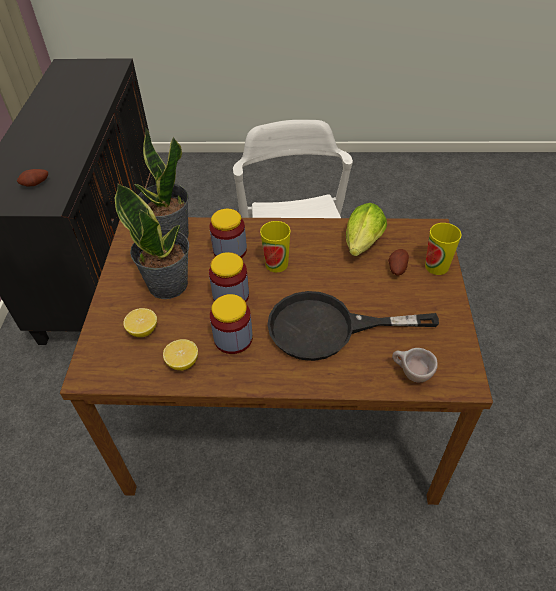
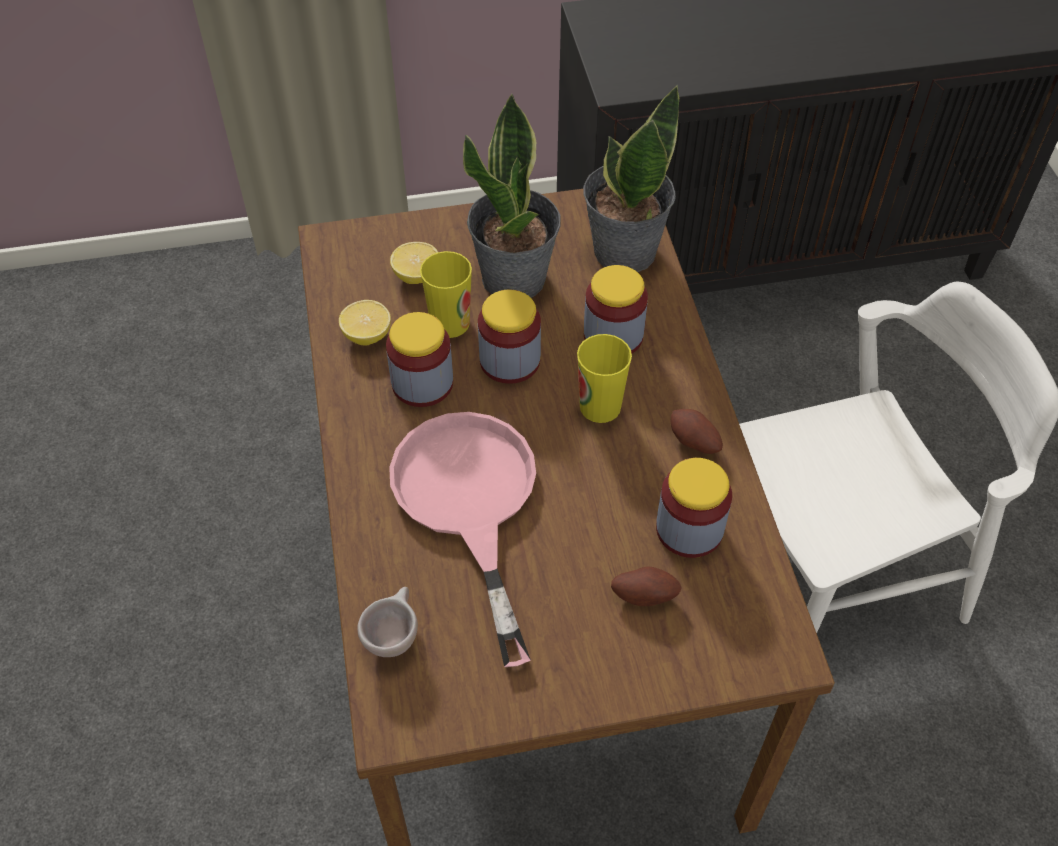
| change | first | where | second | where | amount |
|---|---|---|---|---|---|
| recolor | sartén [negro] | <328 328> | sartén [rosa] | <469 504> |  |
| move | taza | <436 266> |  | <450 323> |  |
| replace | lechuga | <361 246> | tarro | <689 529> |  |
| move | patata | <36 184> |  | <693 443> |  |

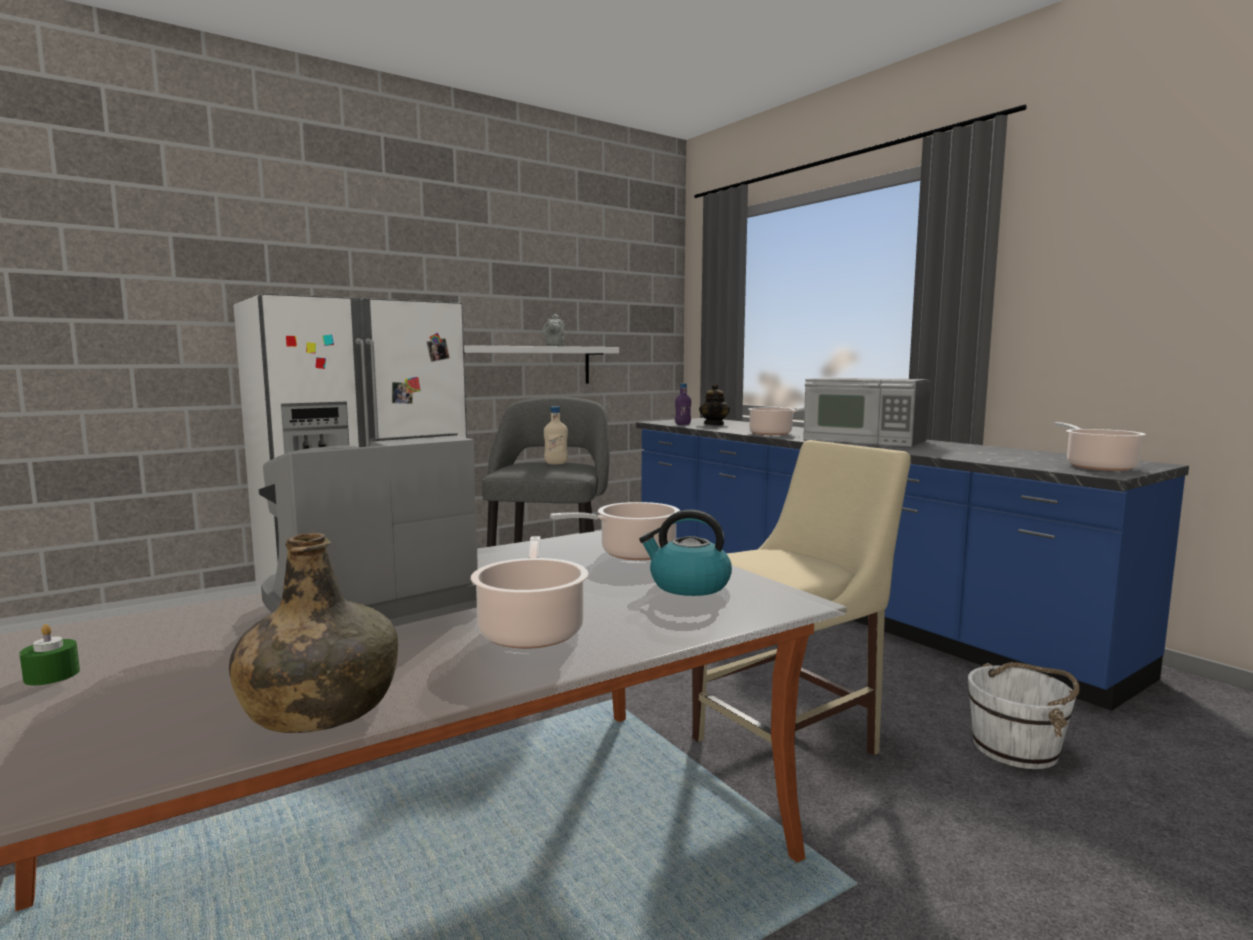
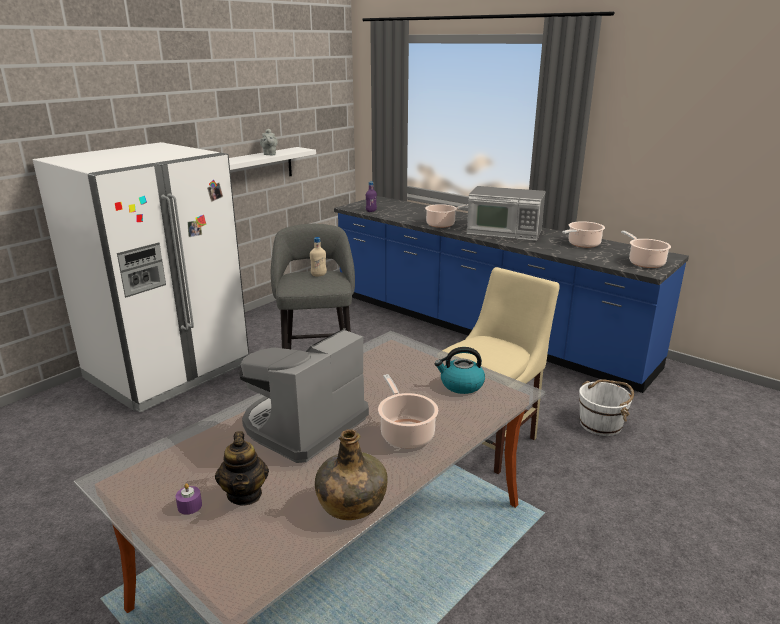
| change | first | where | second | where | amount |
|---|---|---|---|---|---|
| recolor | vela [verde] | <52 675> | vela [morado] | <189 506> |  |
| move | tetera | <714 424> |  | <245 494> |  |
| move | olla | <633 553> |  | <582 244> |  |

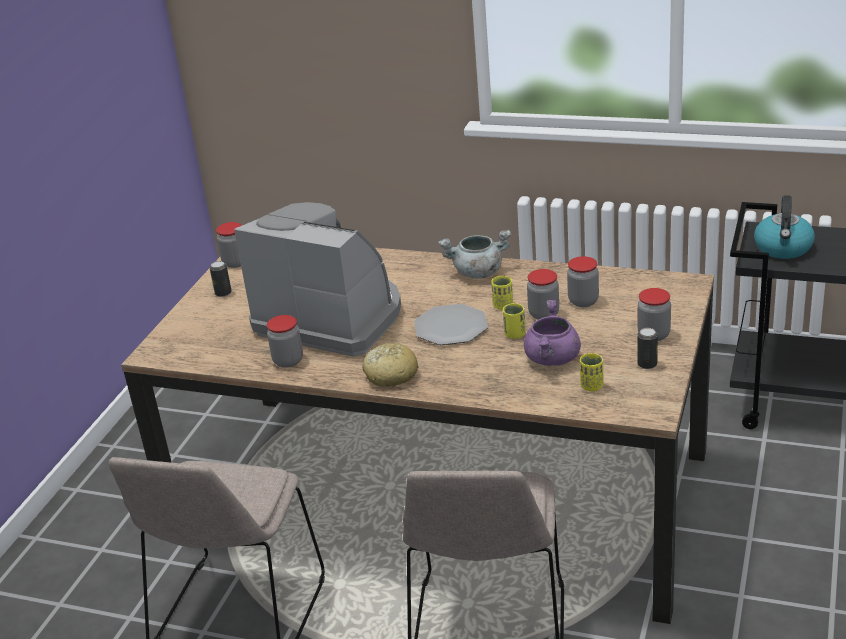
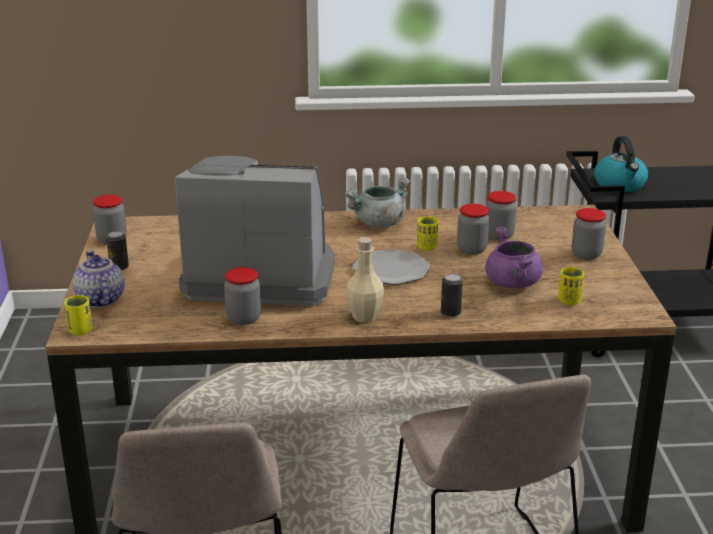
| change | first | where | second | where | amount |
|---|---|---|---|---|---|
| move | taza [amarillo] | <515 334> |  | <80 331> |  |
| insert |  |  | tetera | <99 300> |  |
| replace | pan | <390 374> | botella [beis] | <364 316> |  |
| move | lata | <647 364> |  | <450 313> |  |

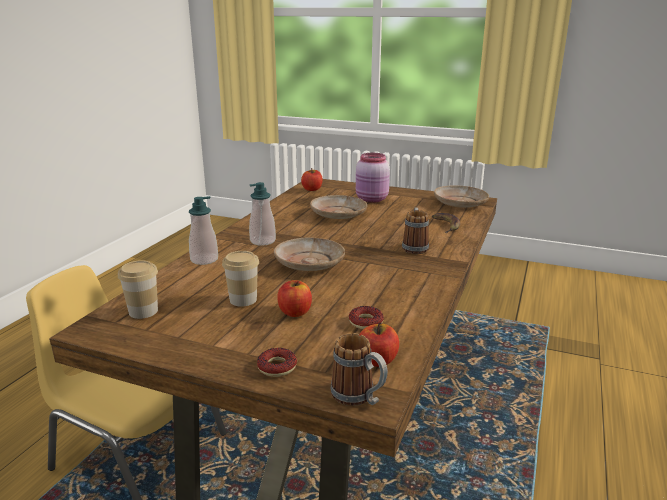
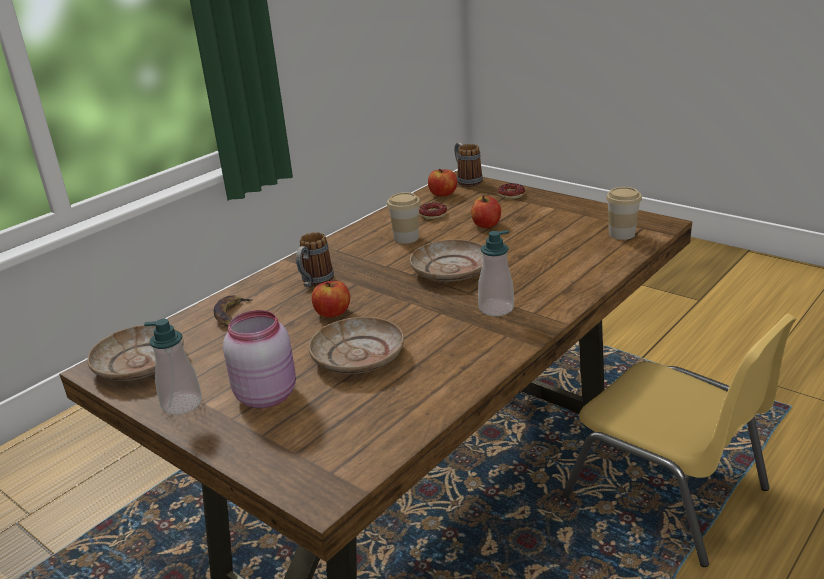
| change | first | where | second | where | amount |
|---|---|---|---|---|---|
| move | dispensador de jabón | <204 260> |  | <182 404> |  |
| move | manzana | <312 189> |  | <332 313> |  |
| move | taza | <243 300> |  | <406 238> |  |

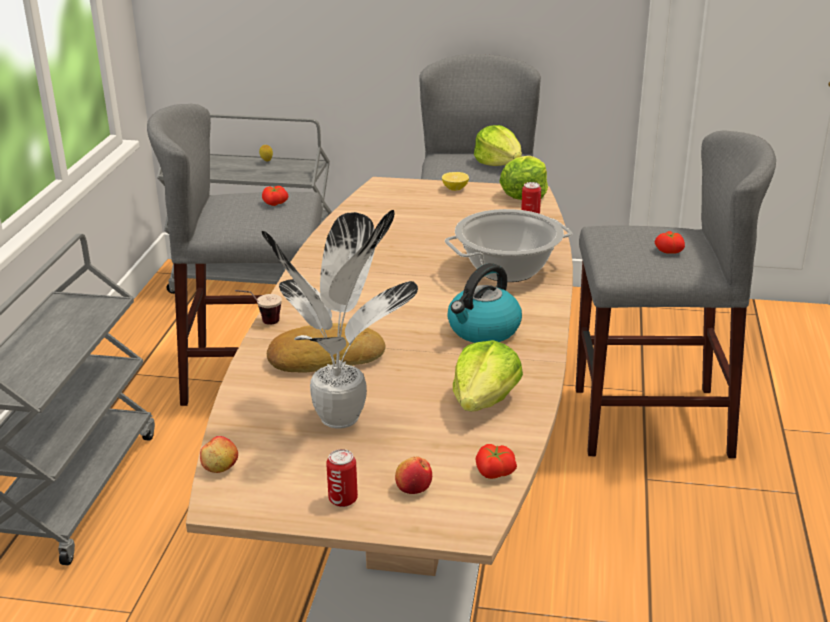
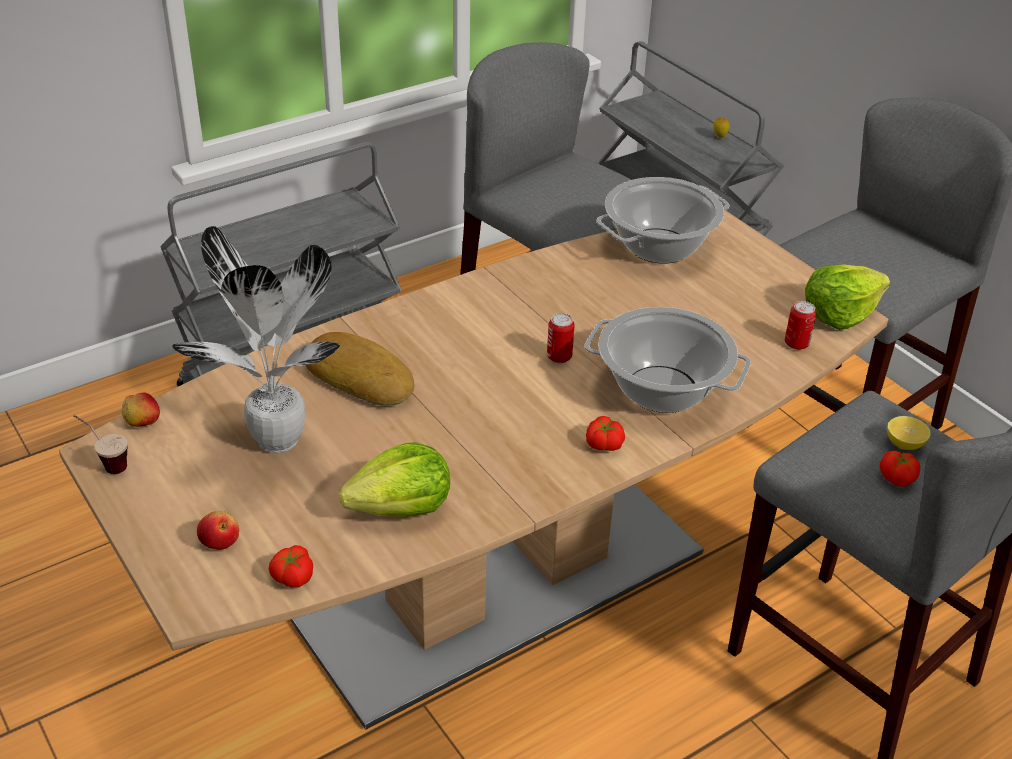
| change | first | where | second | where | amount |
|---|---|---|---|---|---|
| move | taza | <261 323> |  | <106 463> |  |
| move | lata | <343 499> |  | <559 357> |  |
| move | tomate | <274 204> |  | <603 444> |  |
| insert |  |  | olla | <659 247> |  |
| move | limón | <455 189> |  | <904 444> |  |
| delete | hervidor | <483 330> |  |  |  |
| delete | lechuga | <498 163> |  |  |  |

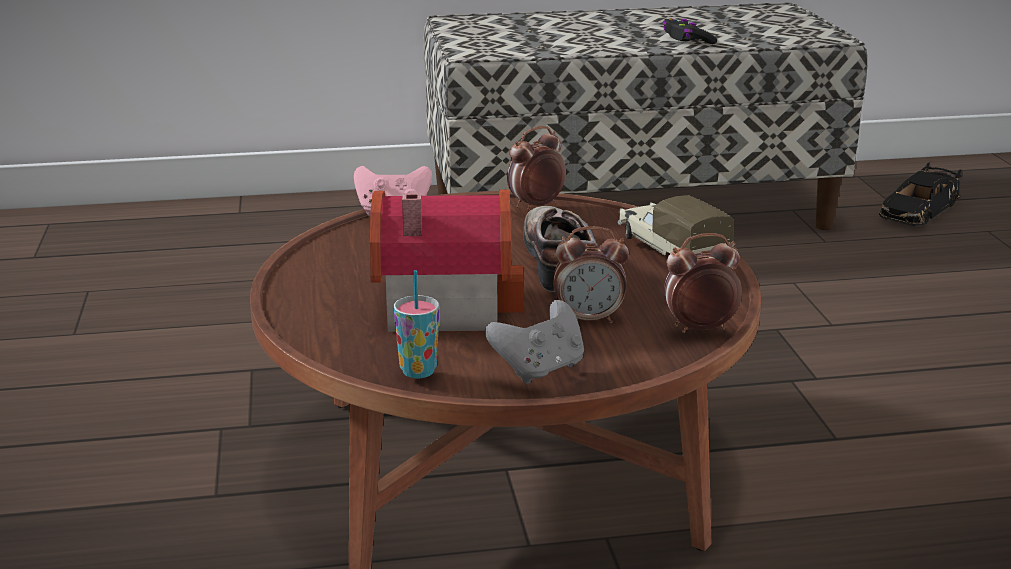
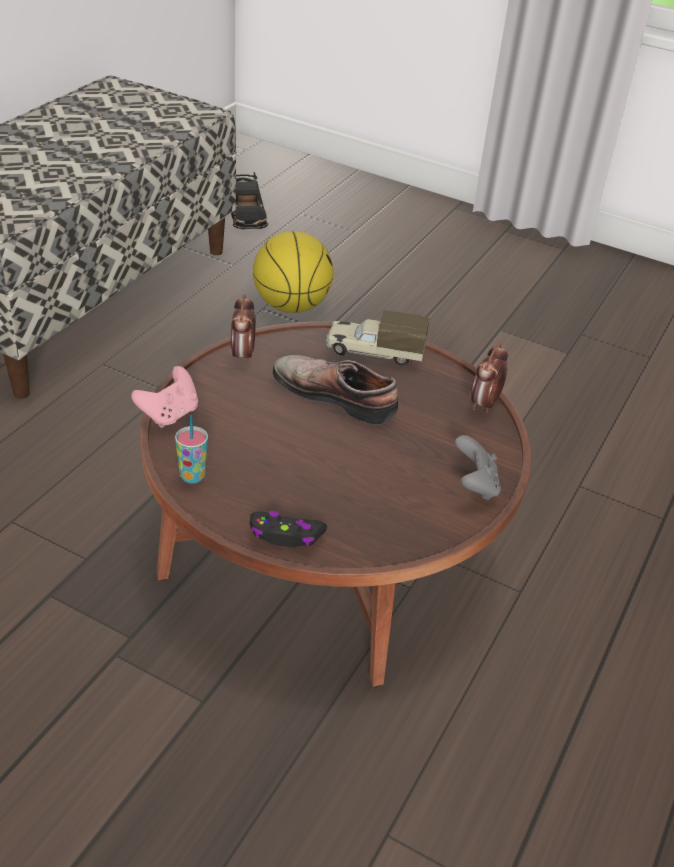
| change | first | where | second | where | amount |
|---|---|---|---|---|---|
| move | taza | <418 371> |  | <192 476> |  |
| move | mando de consola [negro] | <687 39> |  | <286 535> |  |
| insert |  |  | balón de baloncesto | <291 305> |  |
| delete | casita | <439 303> |  |  |  |
| delete | despertador | <589 319> |  |  |  |

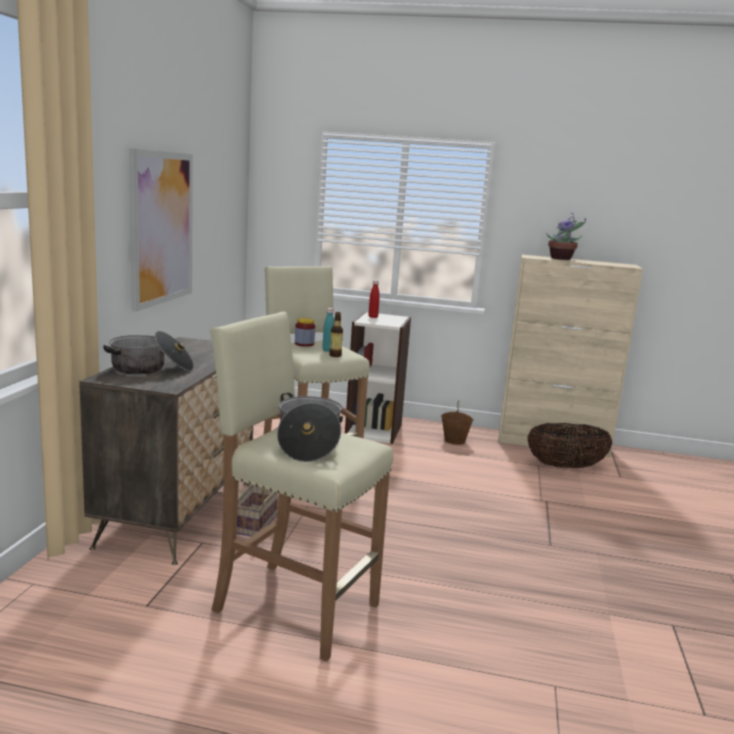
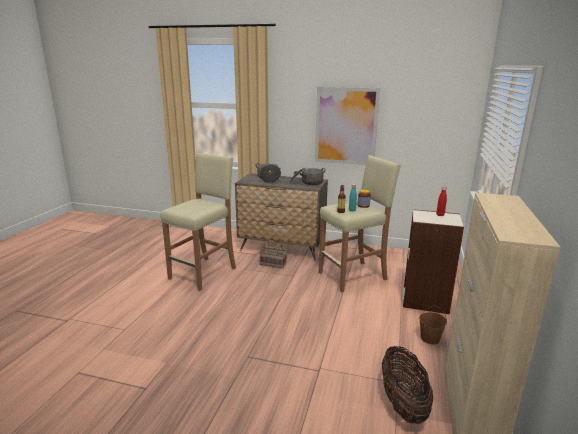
| change | first | where | second | where | amount |
|---|---|---|---|---|---|
| move | olla | <308 443> |  | <307 182> |  |
| delete | planta en maceta | <562 258> |  |  |  |

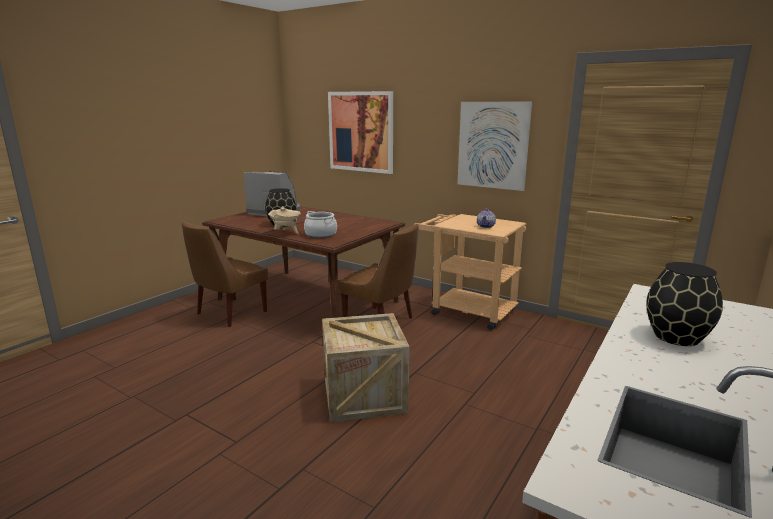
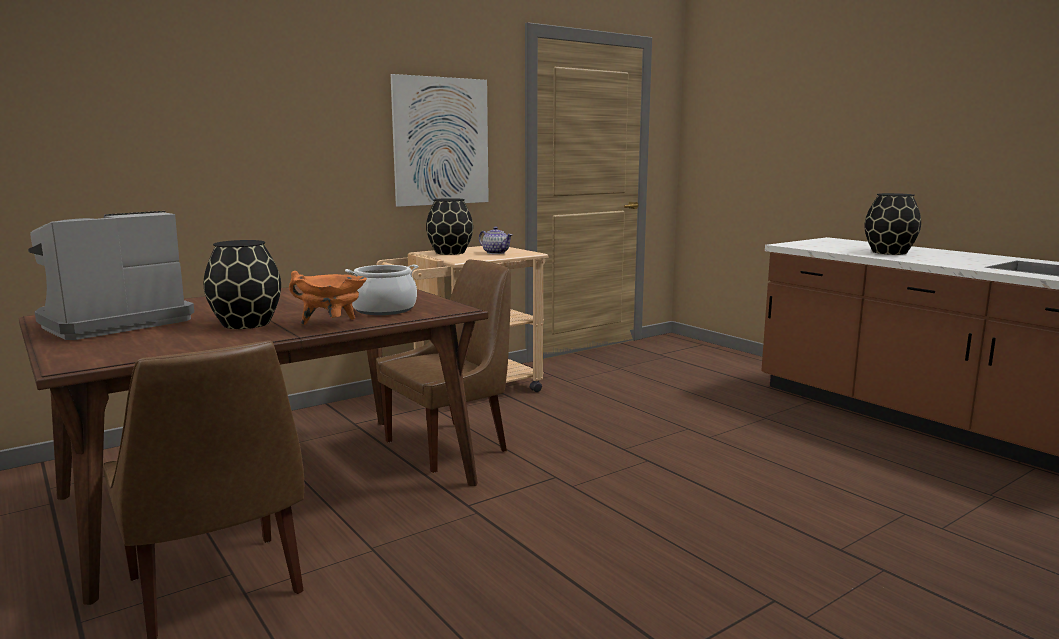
| change | first | where | second | where | amount |
|---|---|---|---|---|---|
| recolor | olla [beis] | <286 233> | olla [naranja] | <332 324> |  |
| insert |  |  | florero [negro] | <450 252> |  |
| delete | caja de embalaje | <364 395> |  |  |  |
| delete | cuadro | <361 132> |  |  |  |

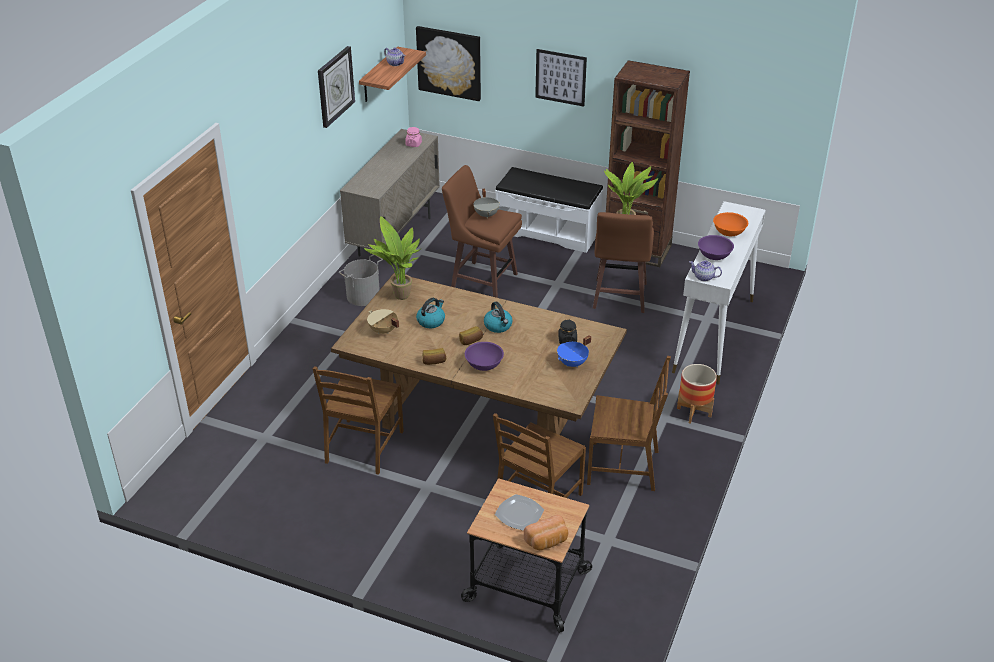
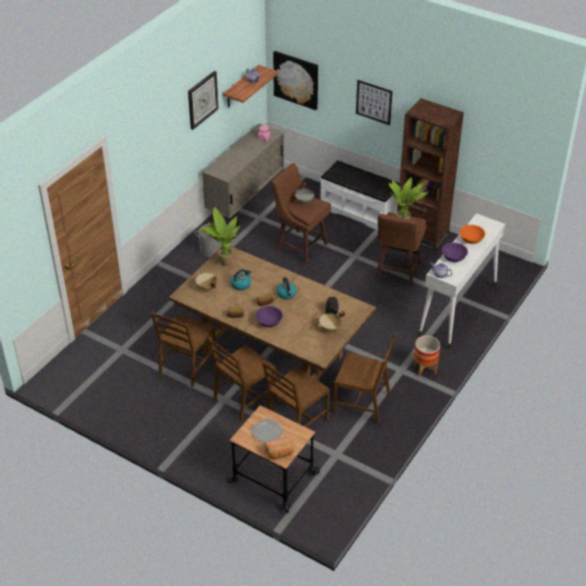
| change | first | where | second | where | amount |
|---|---|---|---|---|---|
| insert |  |  | silla [marrón] | <244 398> |  |
| recolor | olla [azul] | <573 363> | olla [beis] | <330 329> |  |

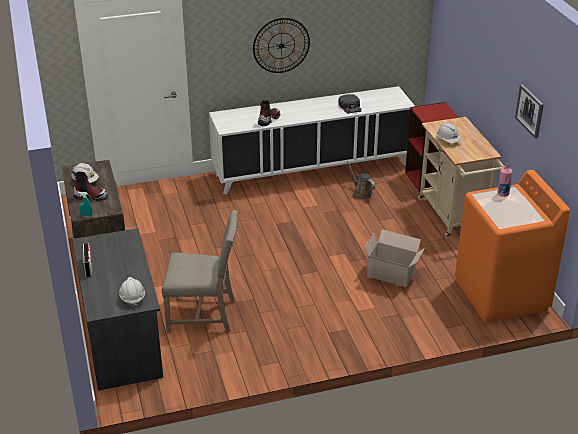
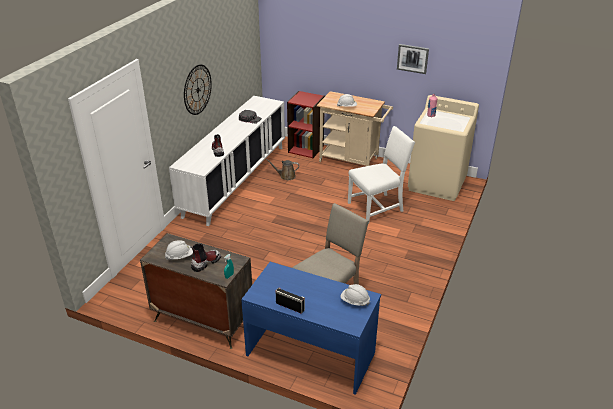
| change | first | where | second | where | amount |
|---|---|---|---|---|---|
| recolor | escritorio [gris] | <123 339> | escritorio [azul] | <311 353> |  |
| replace | caja de cartón | <392 274> | silla [blanco] | <377 207> |  |
| recolor | lavadora [naranja] | <501 295> | lavadora [beis] | <437 183> |  |

